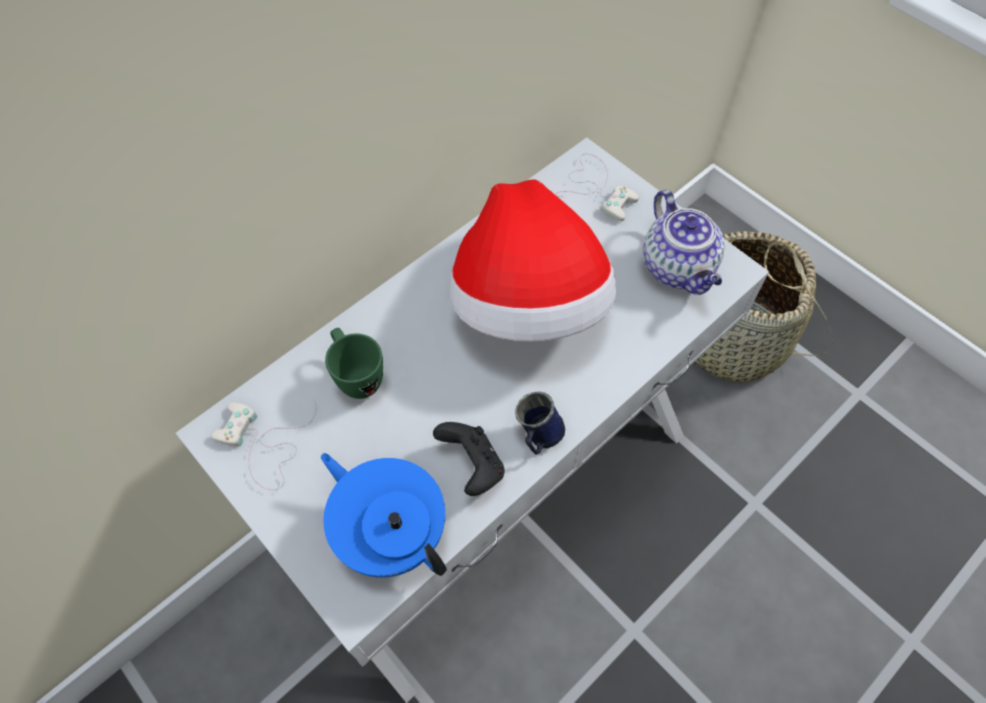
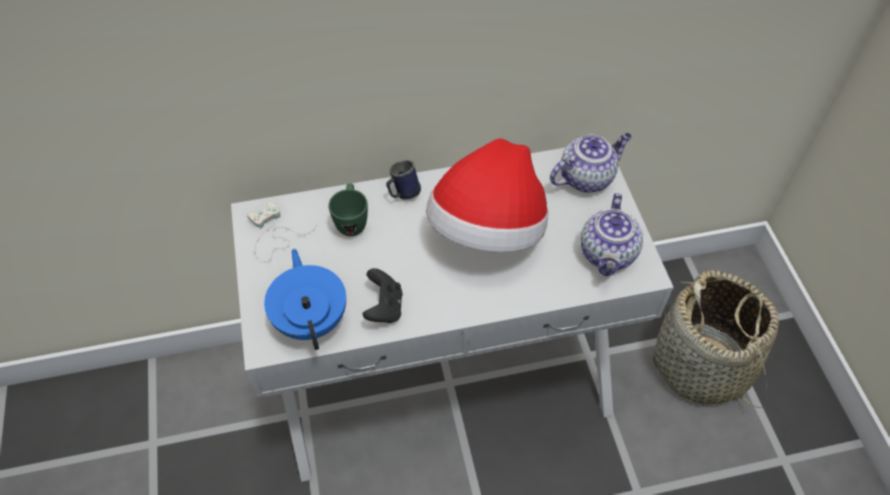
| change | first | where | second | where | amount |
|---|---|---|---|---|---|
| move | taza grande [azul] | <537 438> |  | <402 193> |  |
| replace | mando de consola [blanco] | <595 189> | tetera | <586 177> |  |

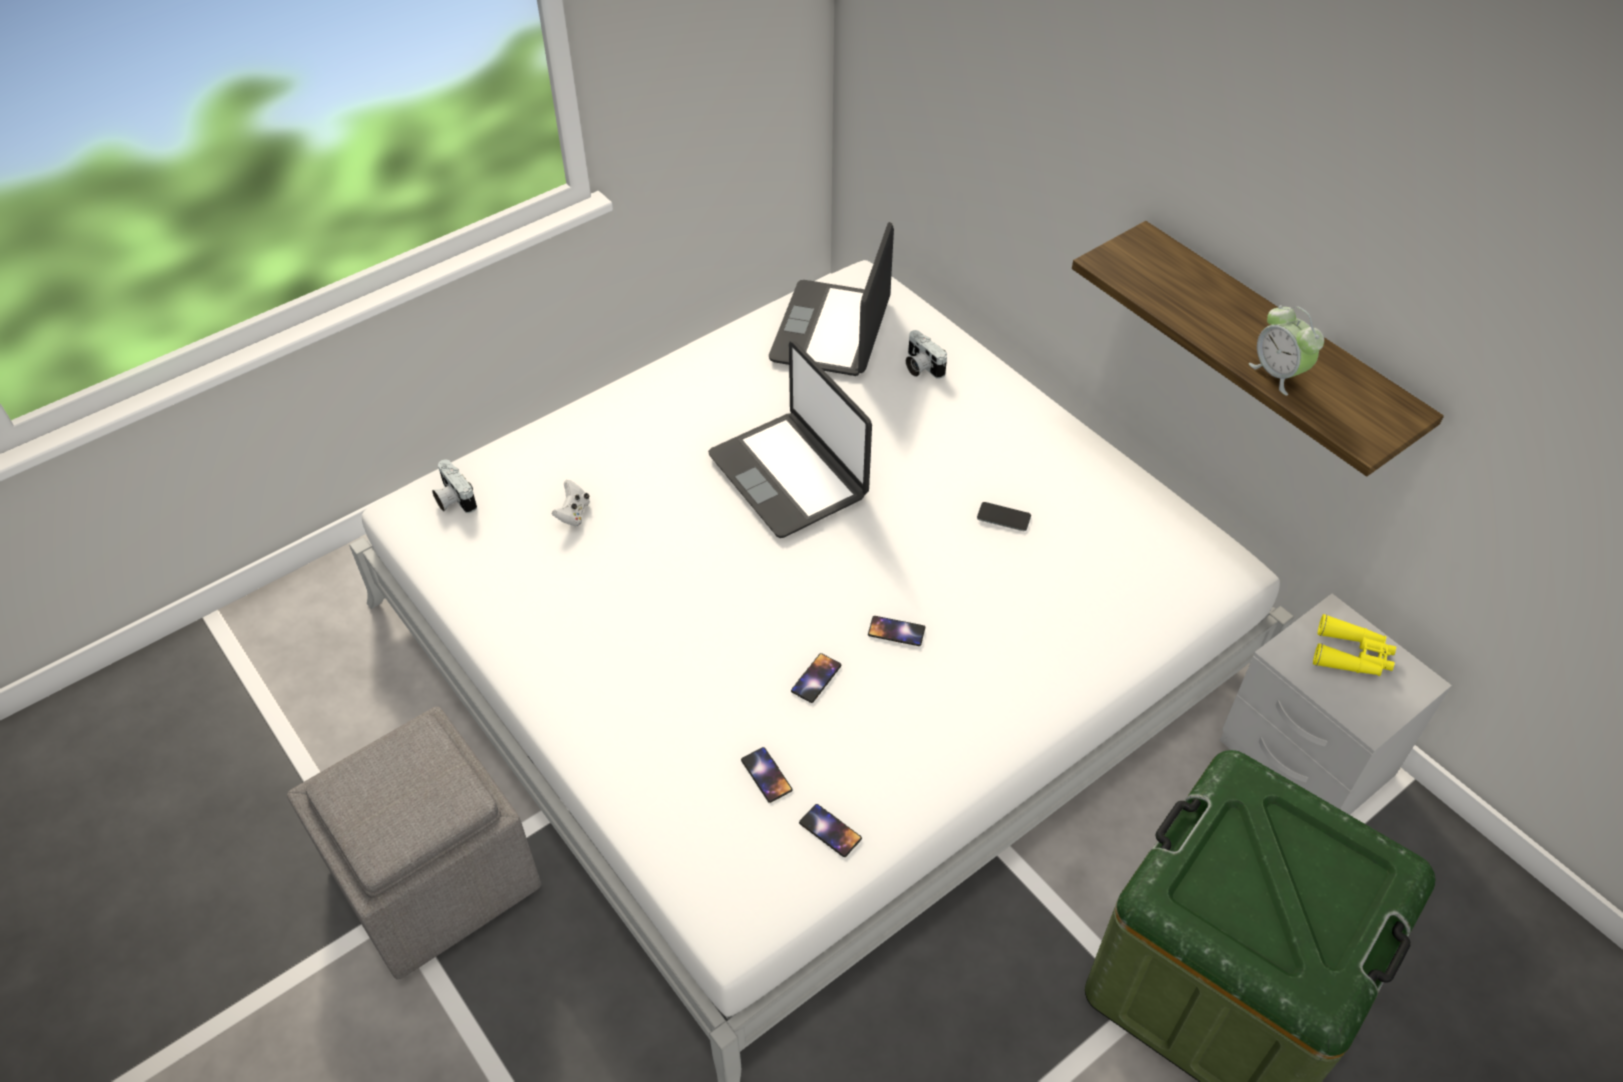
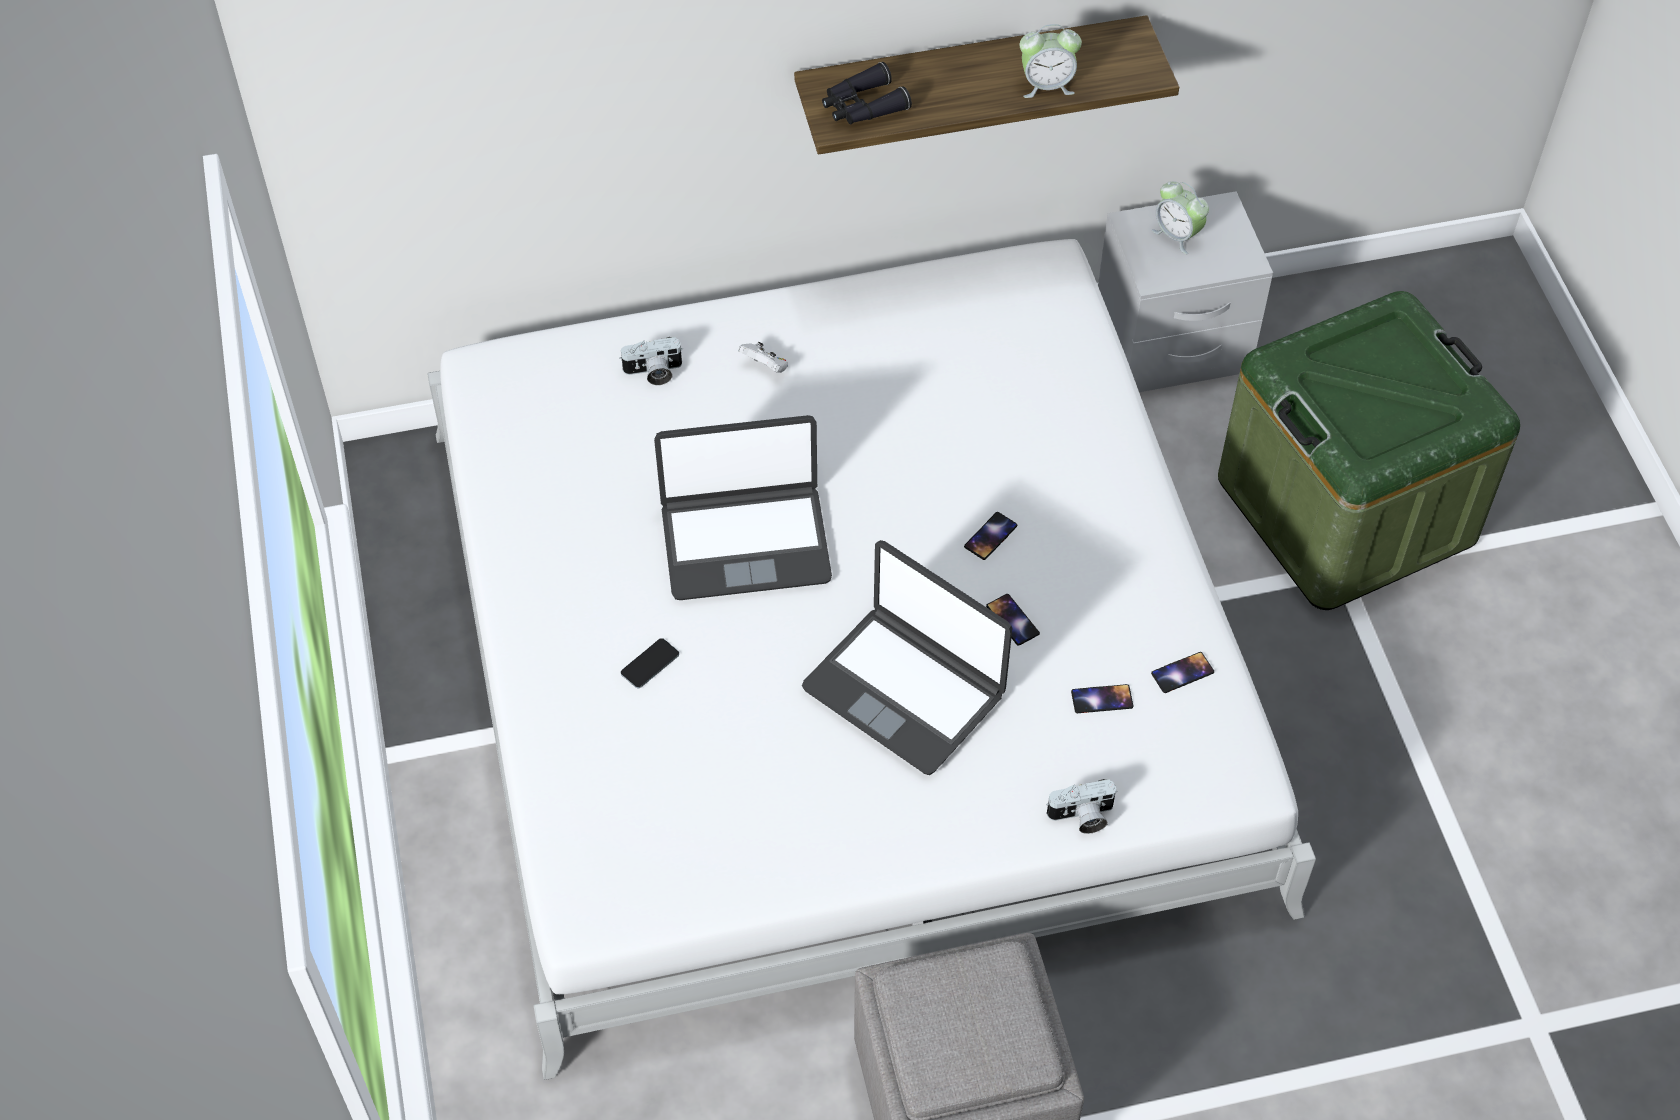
| change | first | where | second | where | amount |
|---|---|---|---|---|---|
| move | móvil | <1003 517> |  | <650 664> |  |
| move | mando de consola [blanco] | <573 513> |  | <765 367> |  |
| move | portátil | <832 330> |  | <905 690> |  |
| insert |  |  | prismáticos [negro] | <862 106> |  |
| move | cámara | <453 499> |  | <1082 817> |  |
| replace | prismáticos [amarillo] | <1352 655> | despertador | <1177 235> |  |

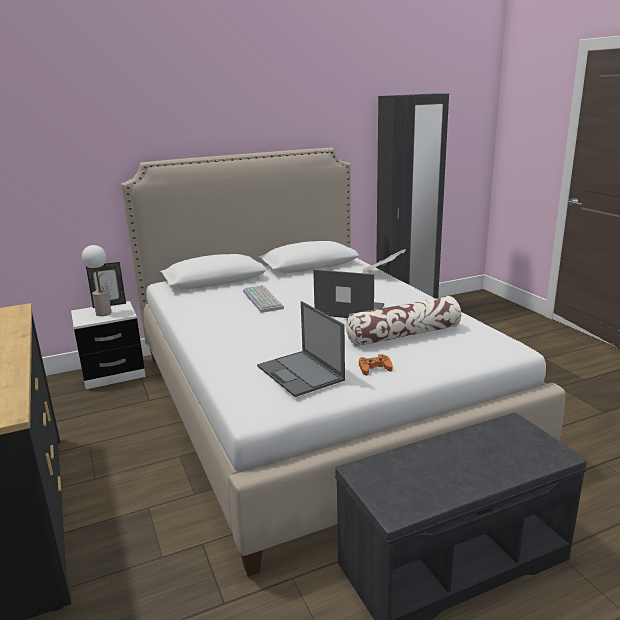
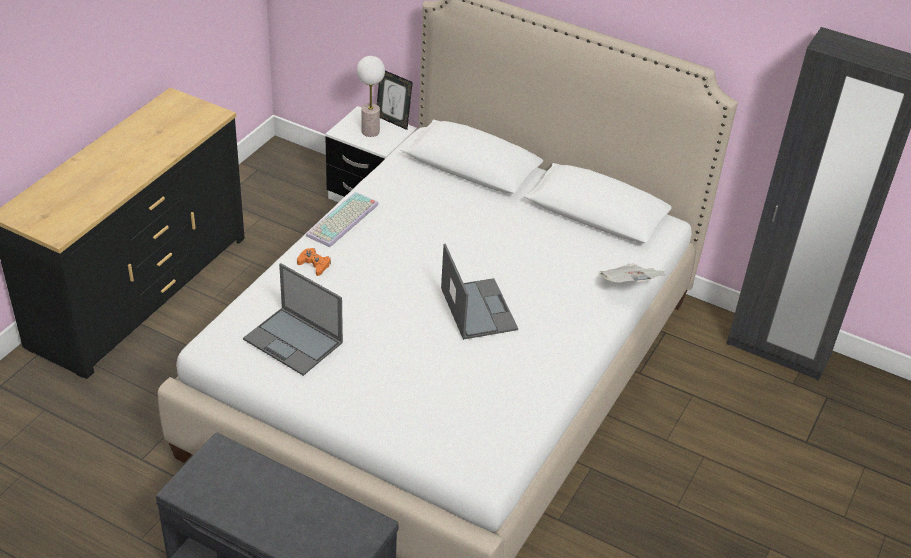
| change | first | where | second | where | amount |
|---|---|---|---|---|---|
| rotate | portátil | <301 373> |  | <294 341> | 75 degrees counterclockwise |
| move | mando de consola [naranja] | <374 368> |  | <314 265> |  |
| move | teclado | <264 300> |  | <343 221> |  |
| delete | cojín | <404 335> |  |  |  |

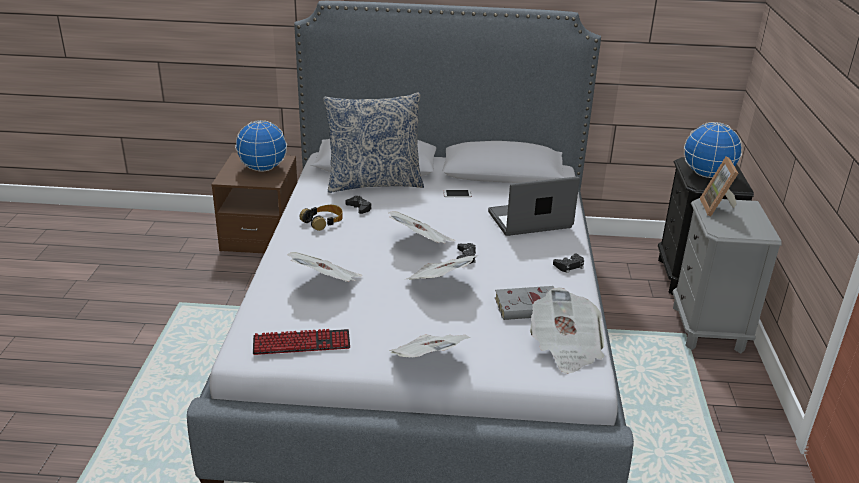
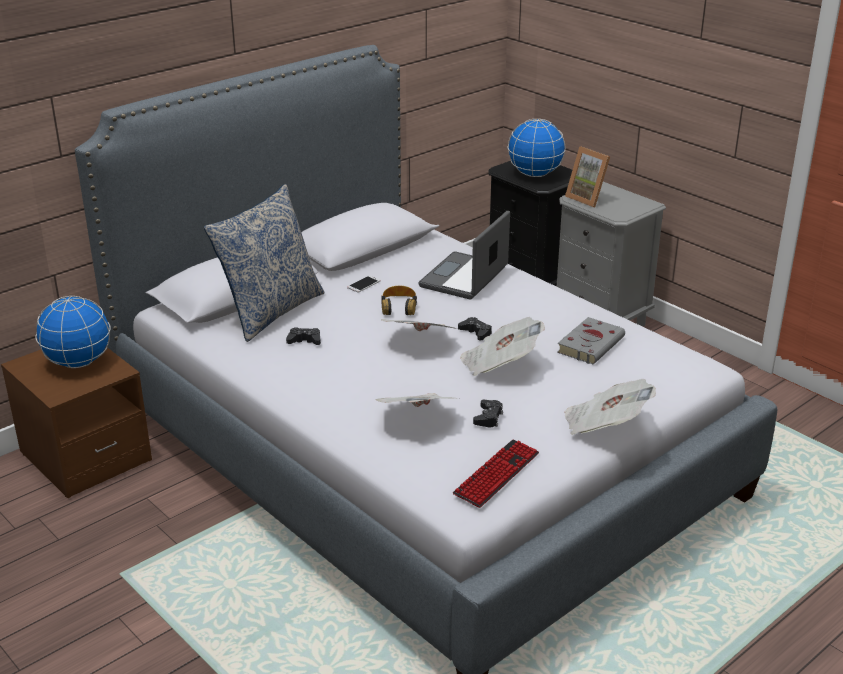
| change | first | where | second | where | amount |
|---|---|---|---|---|---|
| move | auriculares | <323 221> |  | <399 306> |  |
| move | mando de consola [negro] | <569 266> |  | <488 417> |  |
| delete | periódico | <565 348> |  |  |  |

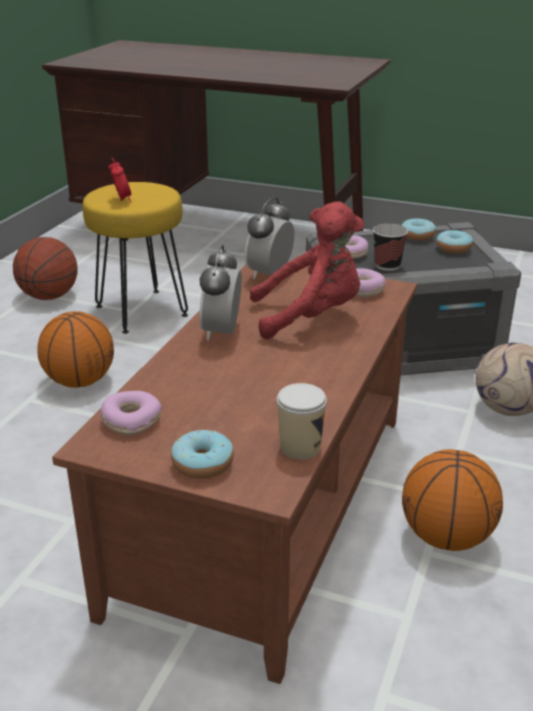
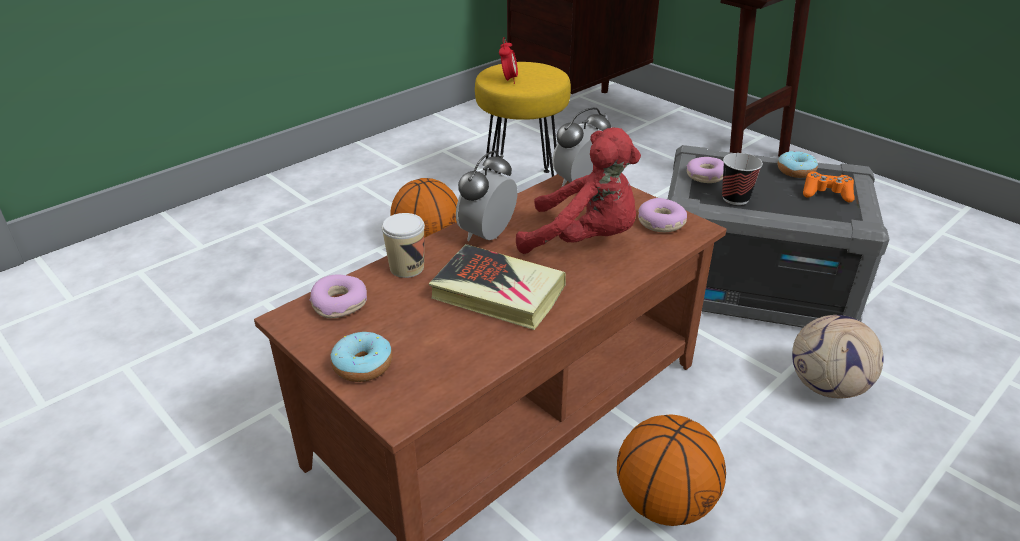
| change | first | where | second | where | amount |
|---|---|---|---|---|---|
| move | taza | <300 447> |  | <407 268> |  |
| insert |  |  | libro | <498 293> |  |
| replace | rosquilla | <453 248> | mando de consola [naranja] | <826 194> |  |
| delete | balón de baloncesto | <49 296> |  |  |  |

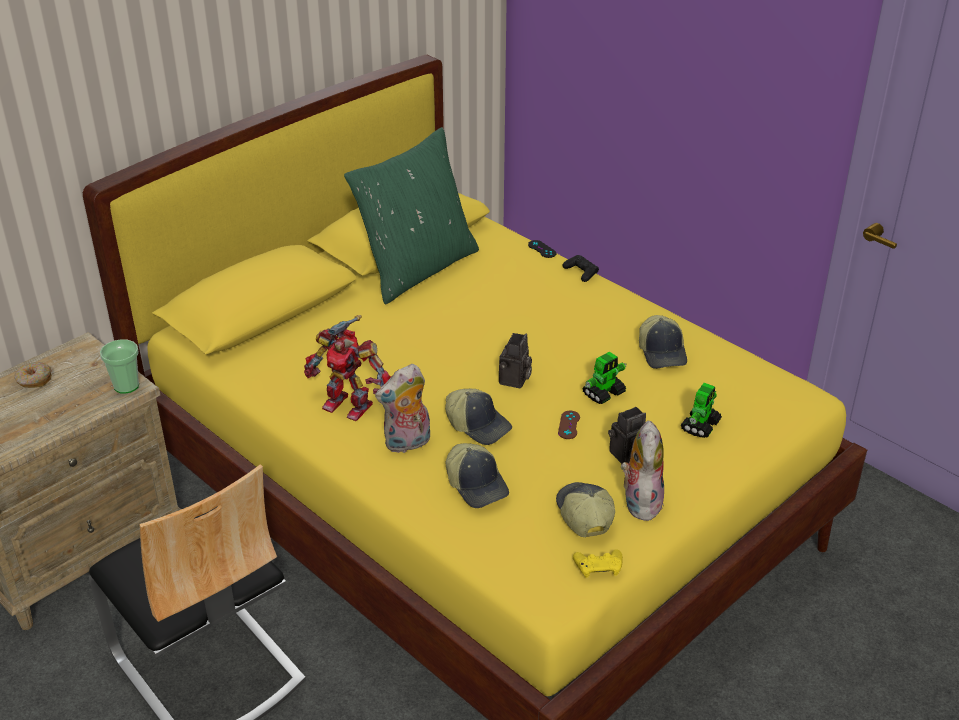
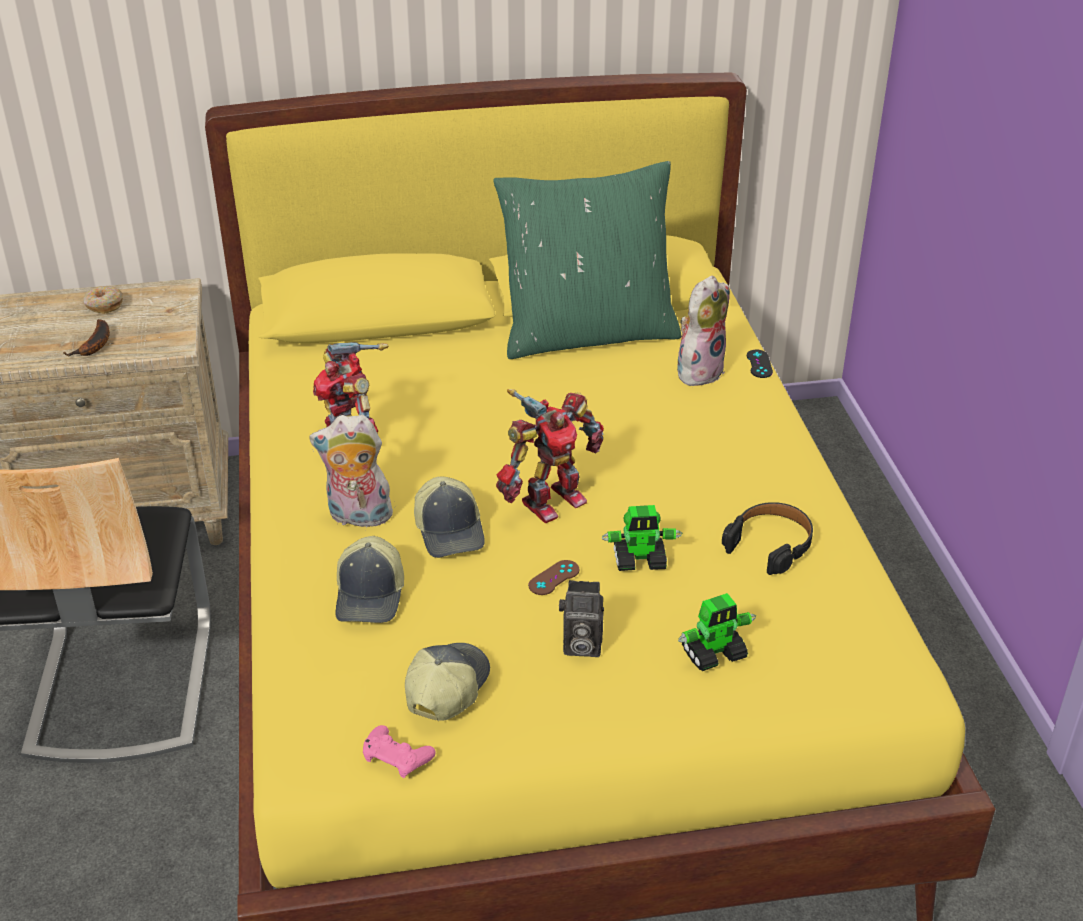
| change | first | where | second | where | amount |
|---|---|---|---|---|---|
| insert |  |  | plátano | <95 345> |  |
| recolor | mando de consola [amarillo] | <598 567> | mando de consola [rosa] | <397 757> |  |
| replace | cámara | <515 381> | robot de juguete | <550 500> |  |
| move | peluche | <640 501> |  | <699 370> |  |
| replace | gorra | <663 352> | auriculares [negro] | <770 544> |  |
| delete | taza | <126 386> |  |  |  |
| delete | mando de consola [negro] | <581 272> |  |  |  |

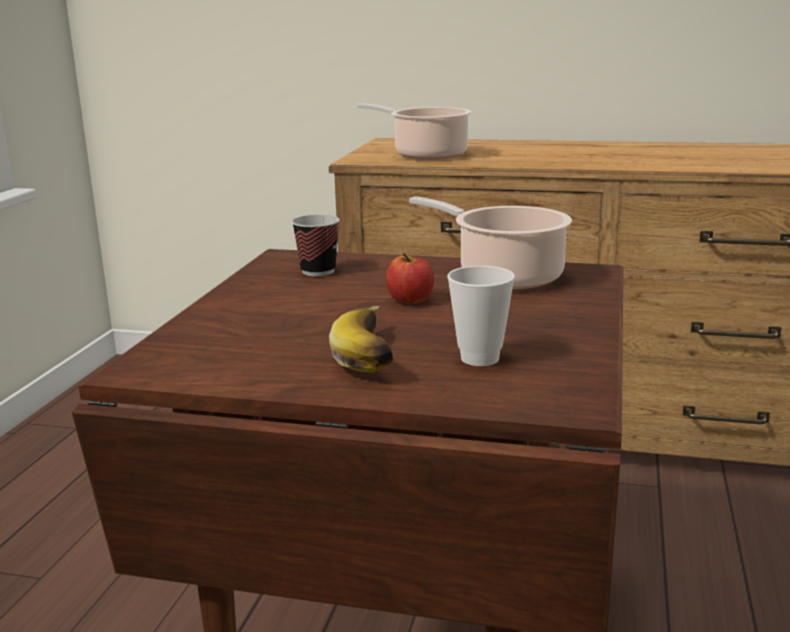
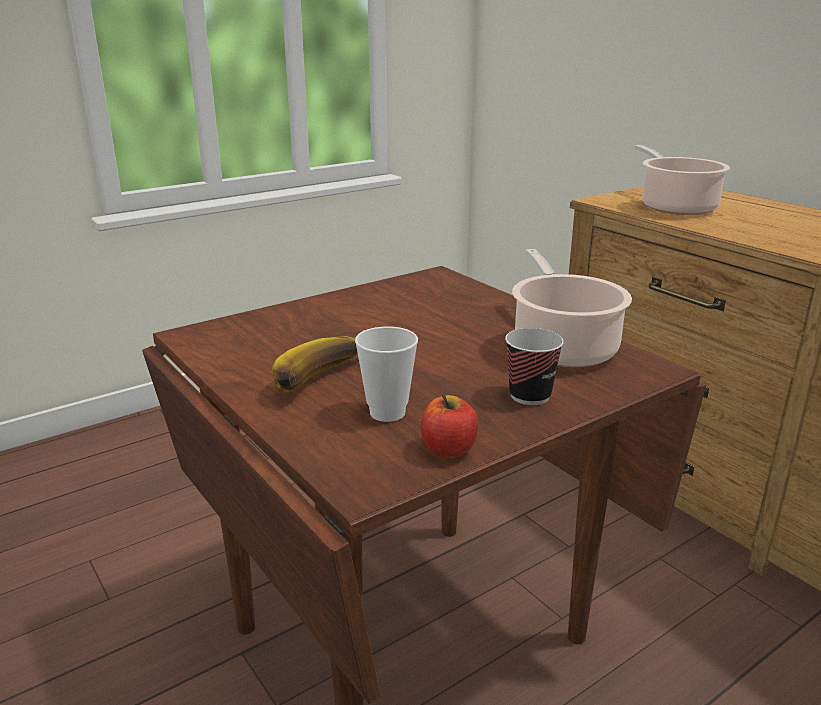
| change | first | where | second | where | amount |
|---|---|---|---|---|---|
| move | manzana | <410 300> |  | <448 449> |  |
| move | taza | <318 271> |  | <529 396> |  |

